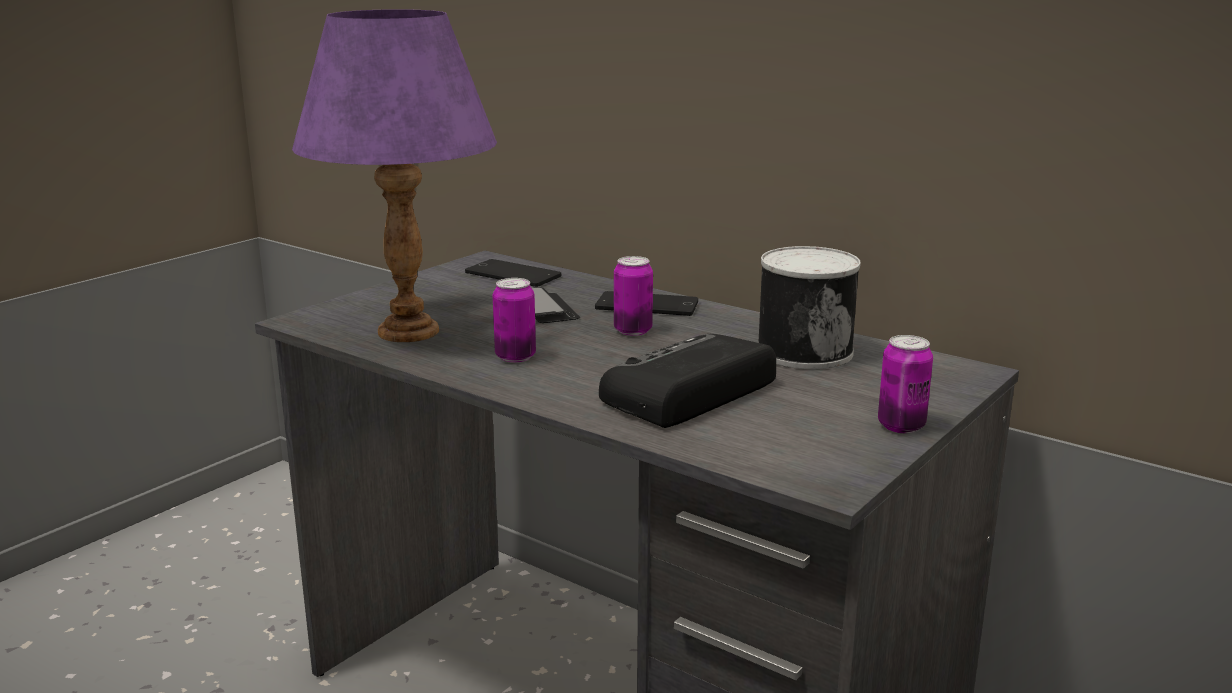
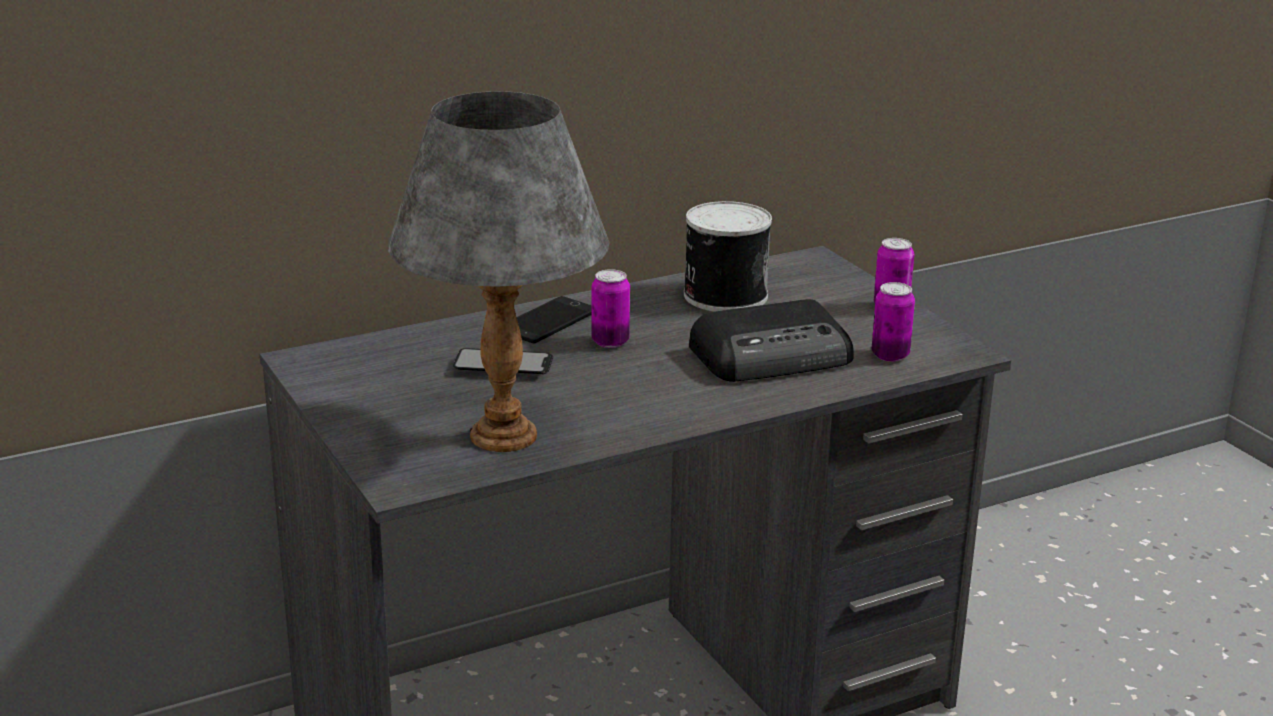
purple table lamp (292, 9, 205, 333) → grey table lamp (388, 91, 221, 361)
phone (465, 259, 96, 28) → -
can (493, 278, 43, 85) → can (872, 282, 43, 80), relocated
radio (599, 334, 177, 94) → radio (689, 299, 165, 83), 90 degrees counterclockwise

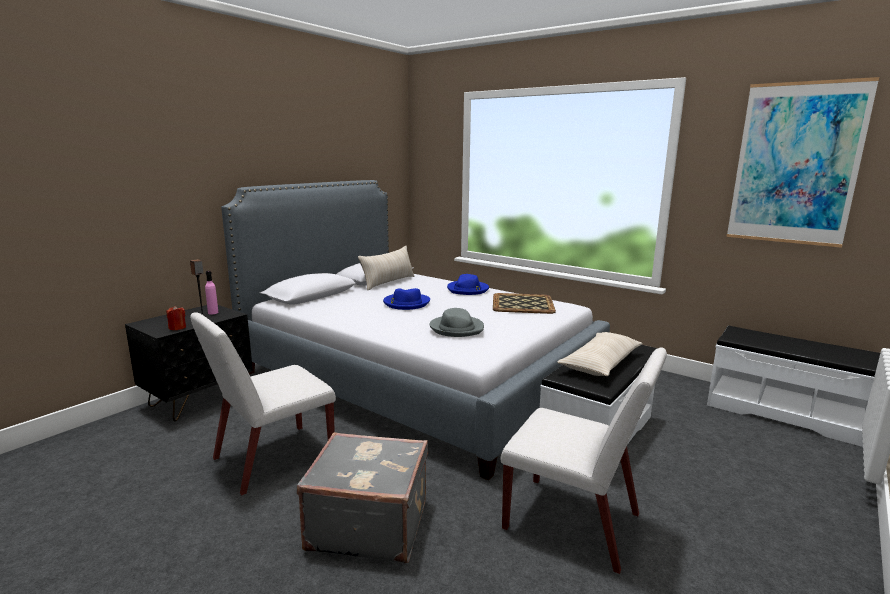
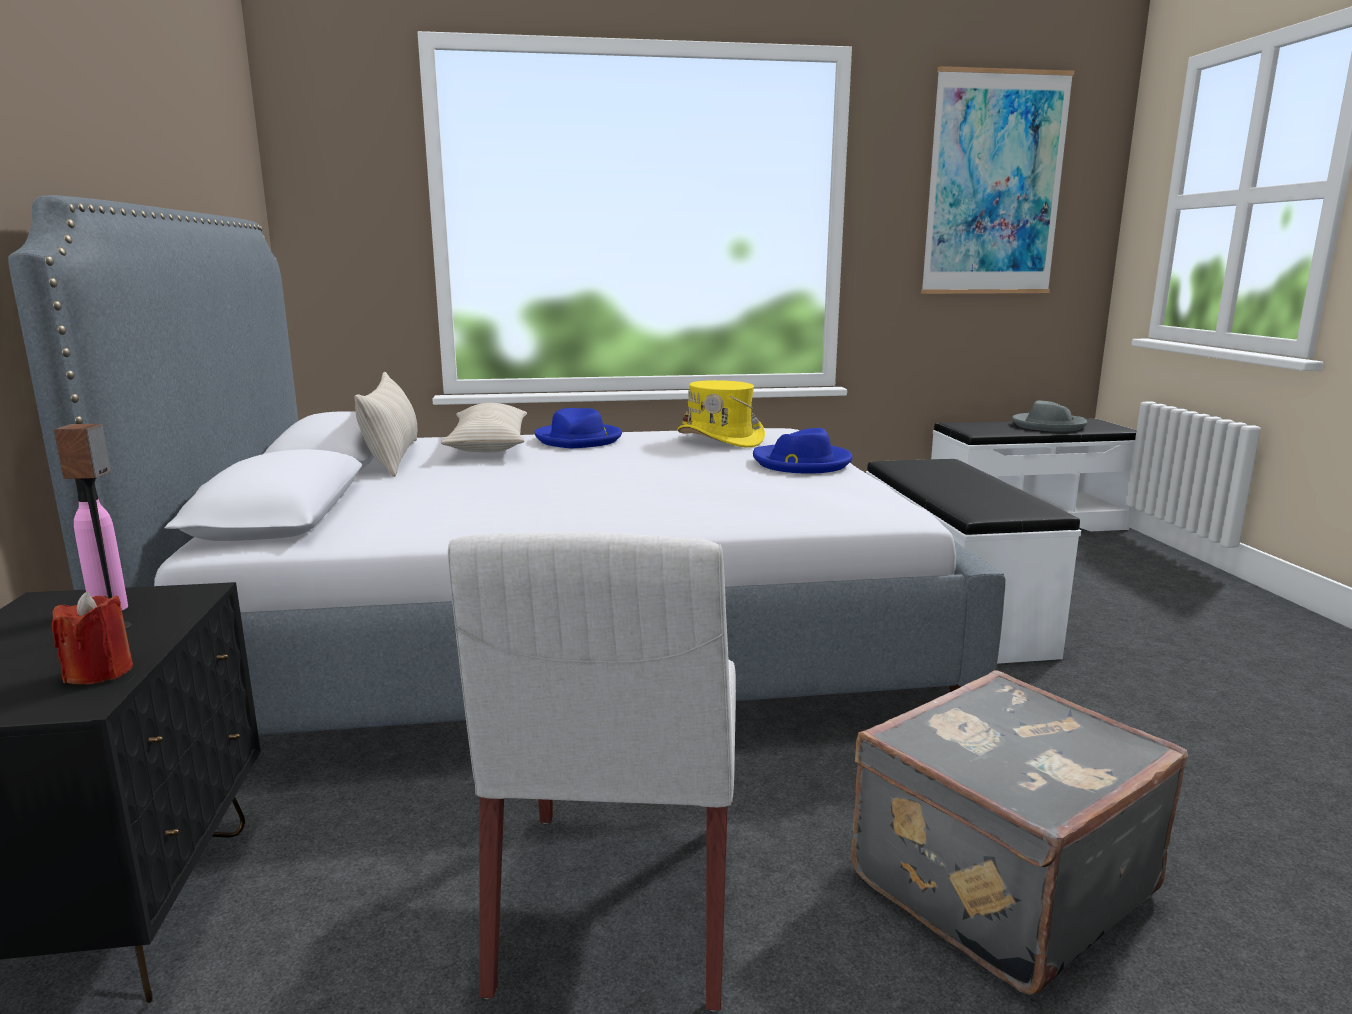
blue hat (383, 288, 47, 22) → blue hat (753, 428, 99, 46), relocated
grey hat (429, 308, 55, 29) → grey hat (1012, 400, 75, 32), relocated
tray (493, 293, 63, 21) → yellow hat (677, 380, 88, 67)
white chair (501, 348, 166, 226) → -
beige pillow (557, 332, 86, 44) → beige pillow (441, 403, 86, 50), relocated

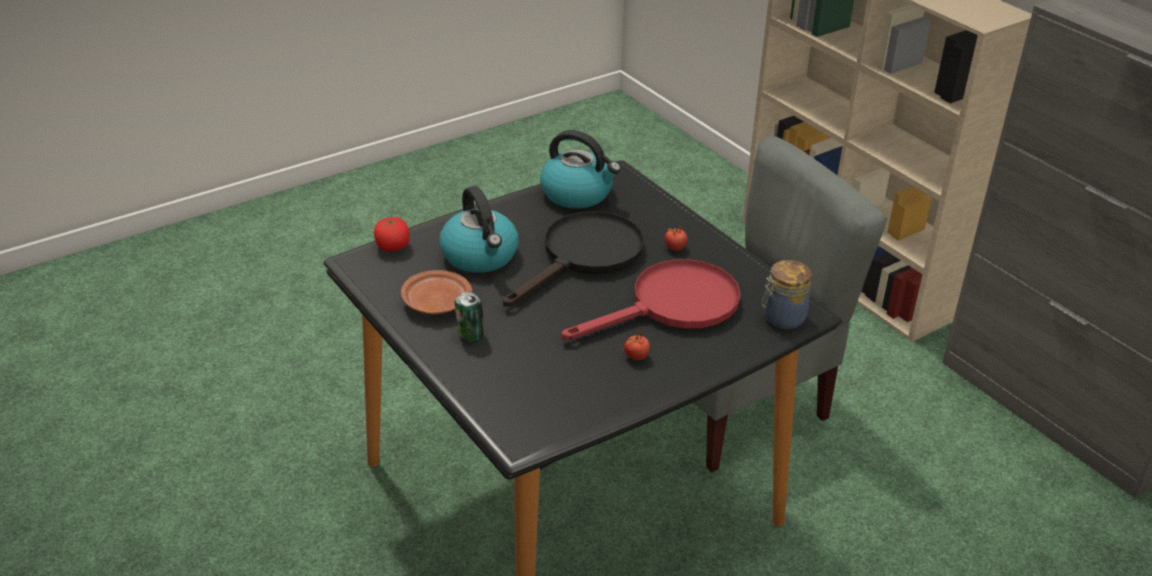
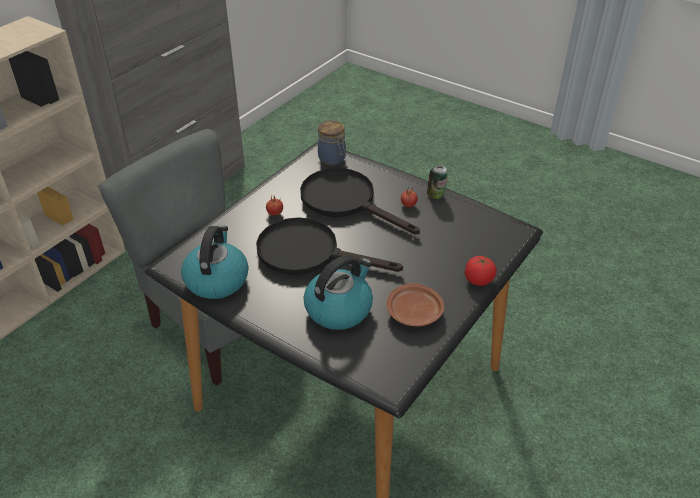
tomato (374, 217, 36, 34) → tomato (465, 256, 32, 30), relocated
can (455, 291, 28, 51) → can (427, 165, 21, 34), relocated
red frying pan (561, 259, 180, 81) → black frying pan (300, 168, 120, 66)

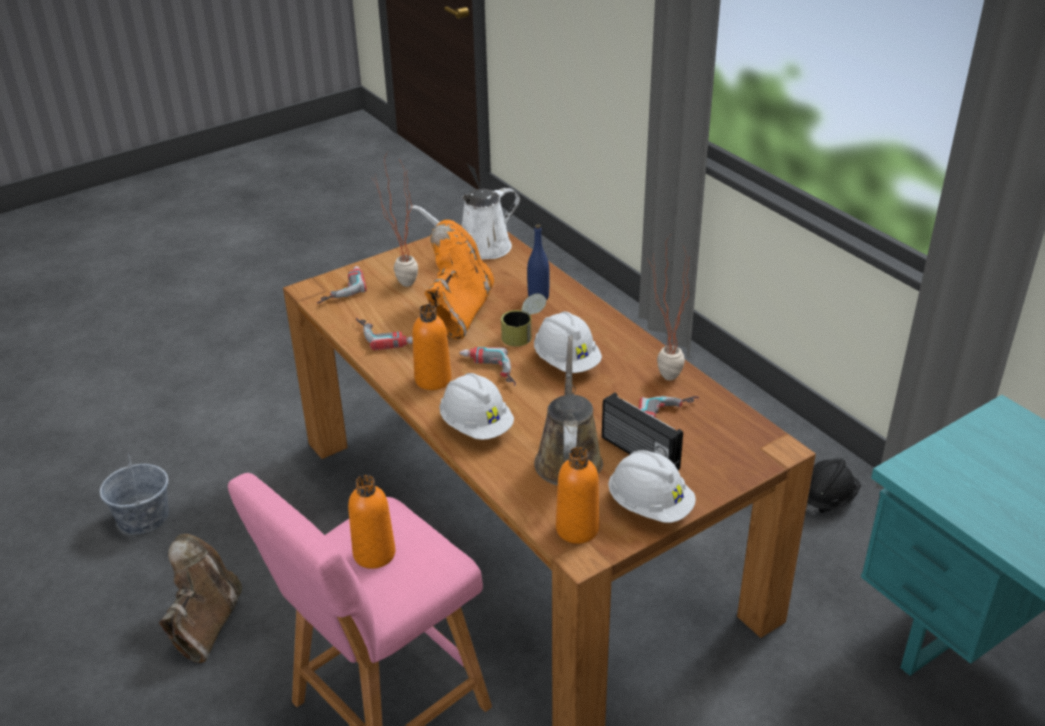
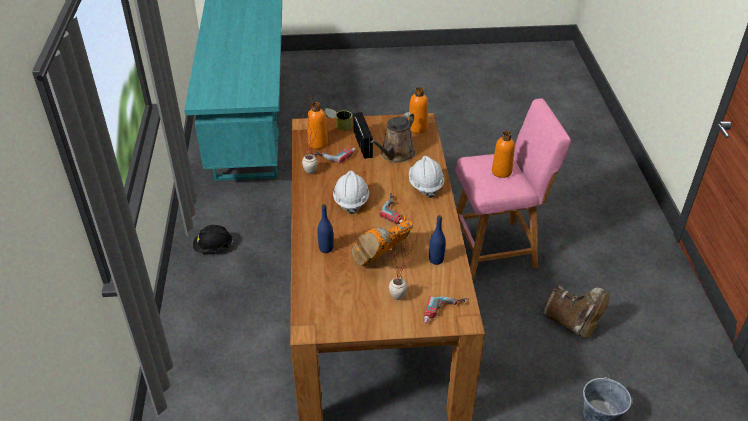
brown boot (159, 534, 83, 129) → brown boot (543, 285, 67, 54), 90 degrees counterclockwise
power drill (356, 318, 57, 32) → blue bottle (429, 215, 17, 50)
white watering can (410, 188, 110, 72) → -
orange bottle (412, 304, 40, 86) → orange bottle (307, 102, 21, 47), relocated
can (501, 293, 45, 54) → can (324, 108, 29, 23), relocated
white hard hat (608, 450, 88, 73) → -

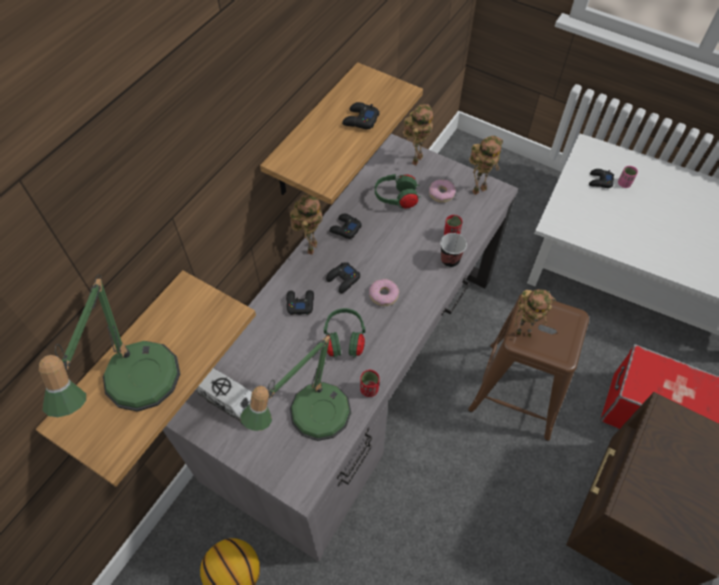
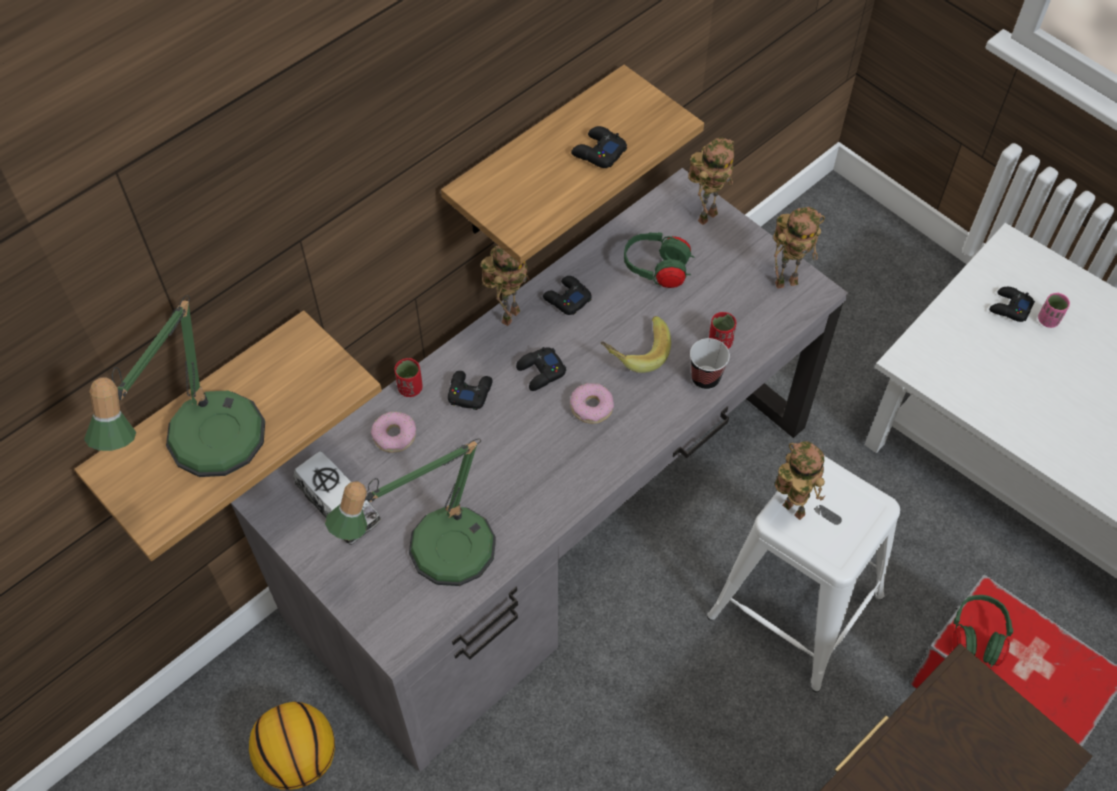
green headphones (324, 308, 41, 50) → green headphones (952, 595, 61, 73), relocated
red cup (360, 369, 20, 28) → red cup (394, 358, 29, 39), relocated
donut (429, 180, 27, 23) → donut (371, 412, 45, 41), relocated
brown stool (468, 294, 121, 147) → white stool (707, 456, 193, 237)
toy robot (514, 290, 42, 47) → toy robot (775, 441, 50, 79), 150 degrees counterclockwise
- → banana (601, 316, 70, 57)

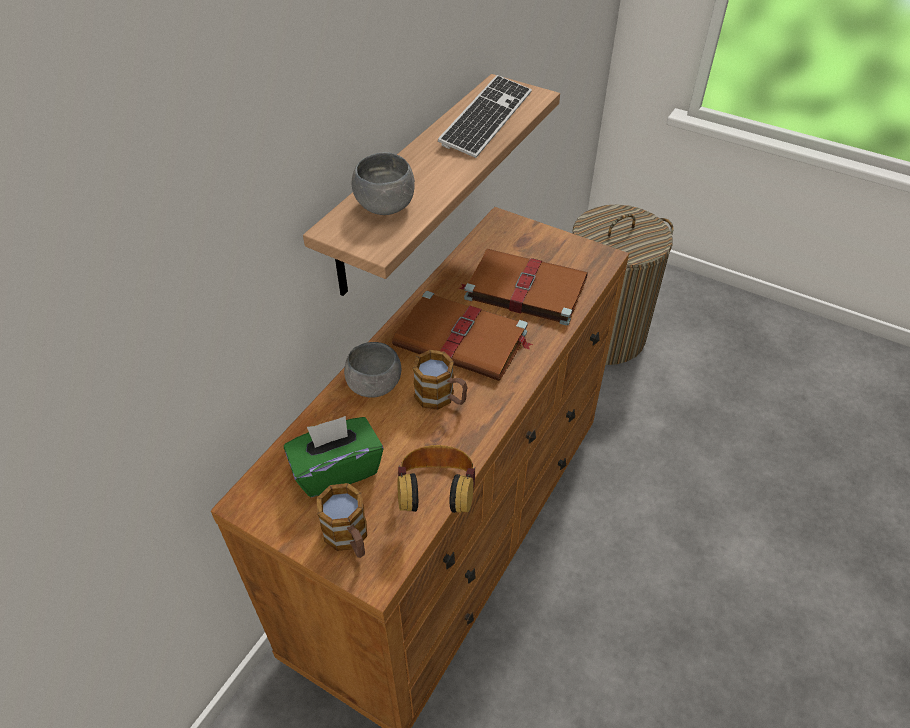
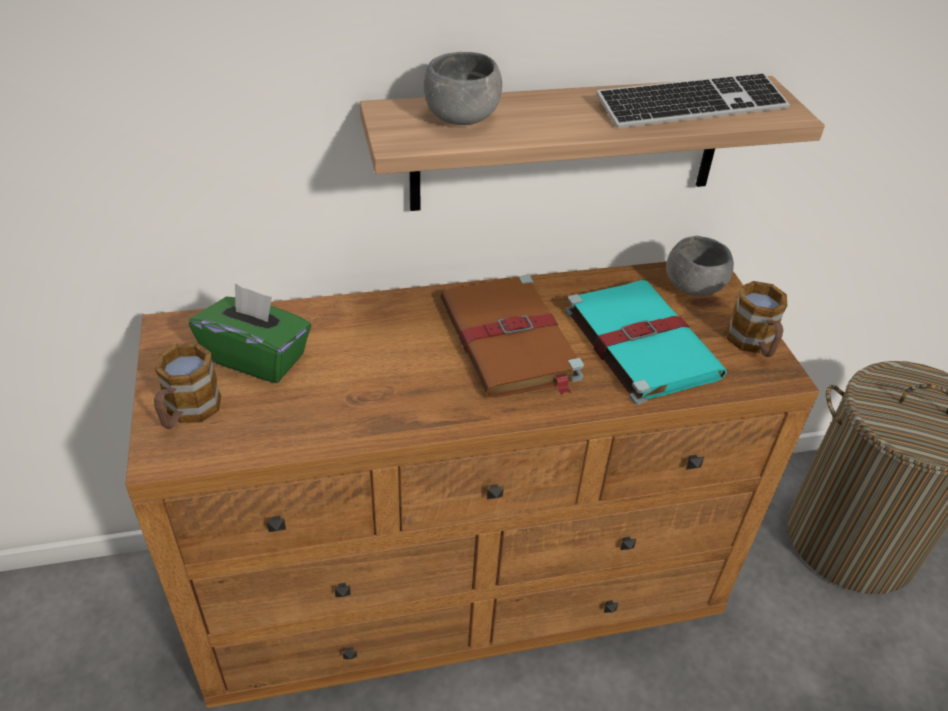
grey bowl (344, 342, 57, 56) → grey bowl (666, 236, 68, 60), relocated
headphones (397, 445, 78, 68) → -
mug (413, 350, 55, 60) → mug (727, 281, 60, 76), relocated
brown book (459, 249, 129, 77) → turquoise book (565, 280, 162, 125)

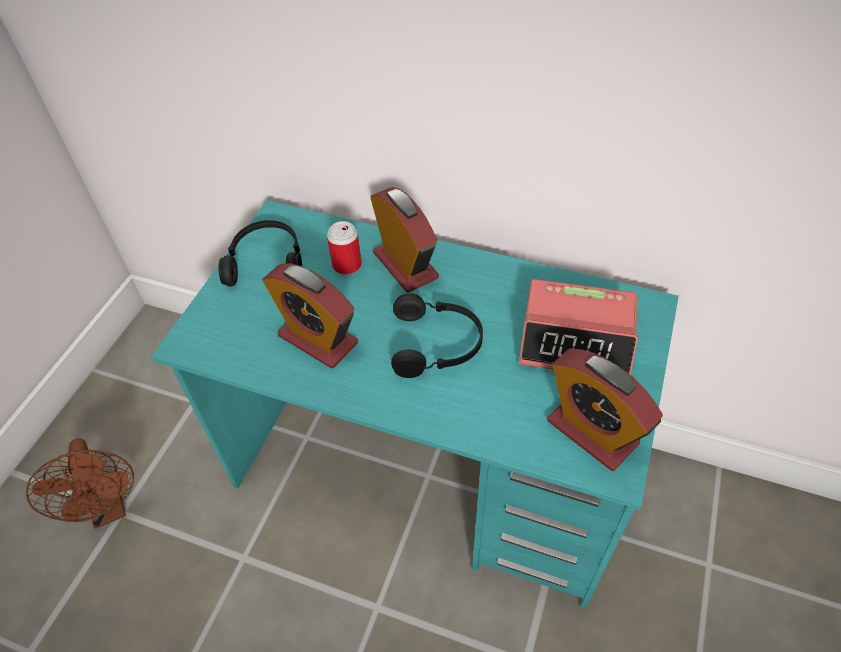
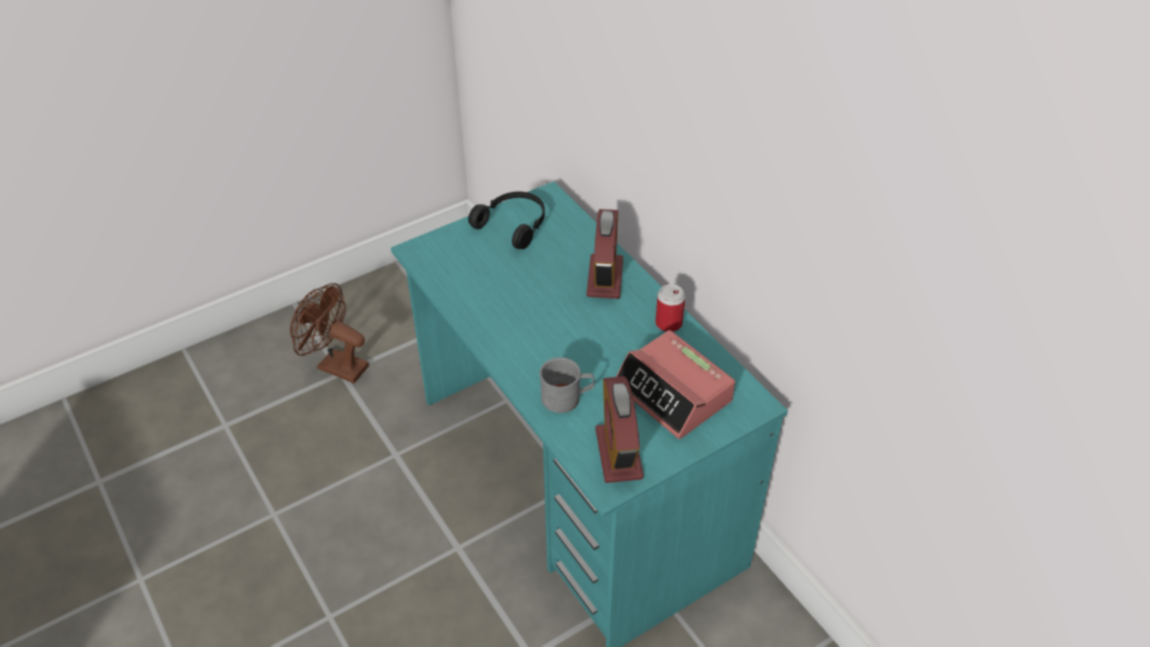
brown fan (26, 438, 108, 91) → brown fan (290, 283, 79, 100), 105 degrees clockwise
alarm clock (263, 263, 95, 105) → -
can (327, 221, 35, 54) → can (655, 284, 30, 48), relocated
black headphones (391, 293, 92, 85) → -
- → grey mug (540, 357, 55, 56)

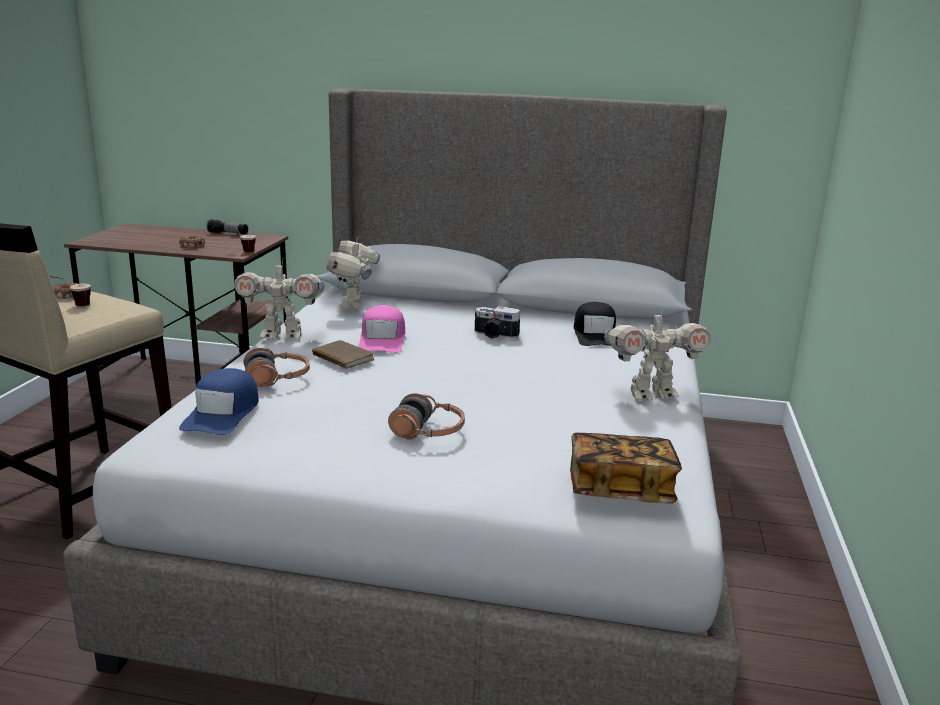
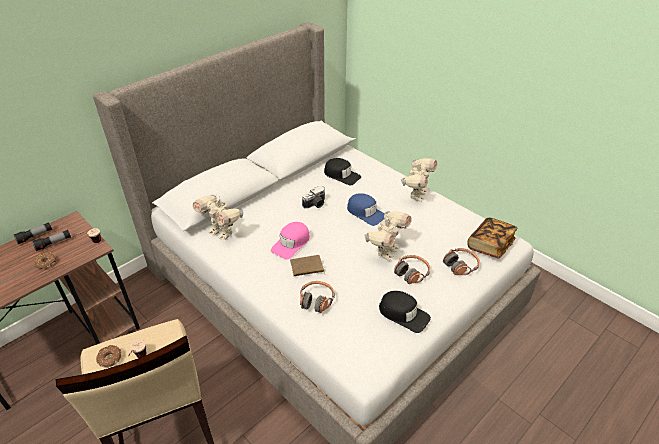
blue cap (179, 368, 80, 67) → blue cap (347, 193, 37, 33), relocated
toy robot (234, 258, 91, 81) → toy robot (364, 211, 48, 49), relocated
pink cap (358, 305, 47, 48) → pink cap (271, 222, 39, 37), 90 degrees clockwise
- → flashlight (32, 230, 39, 21)
- → black cap (379, 291, 52, 42)
- → headphones (443, 248, 37, 27)

